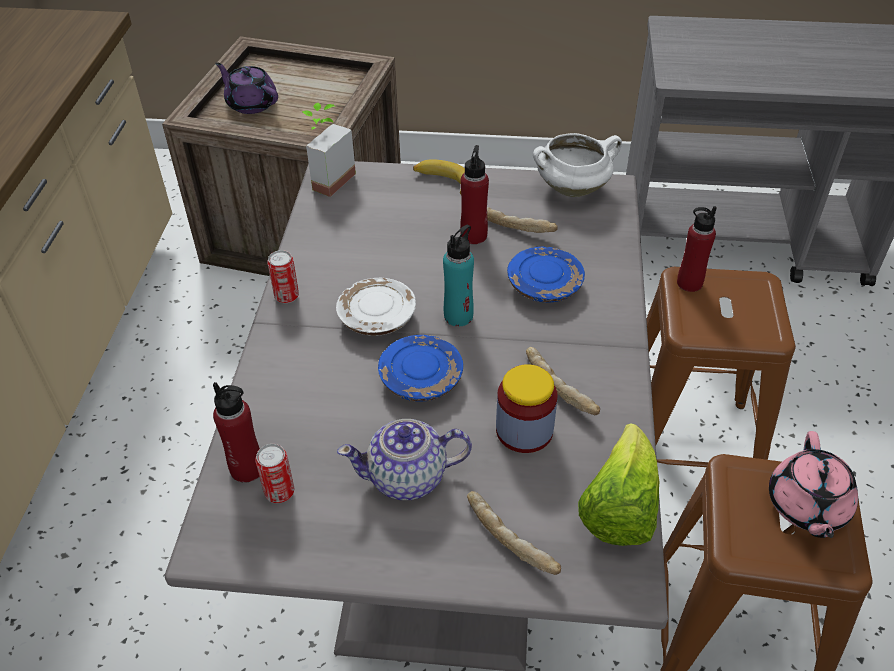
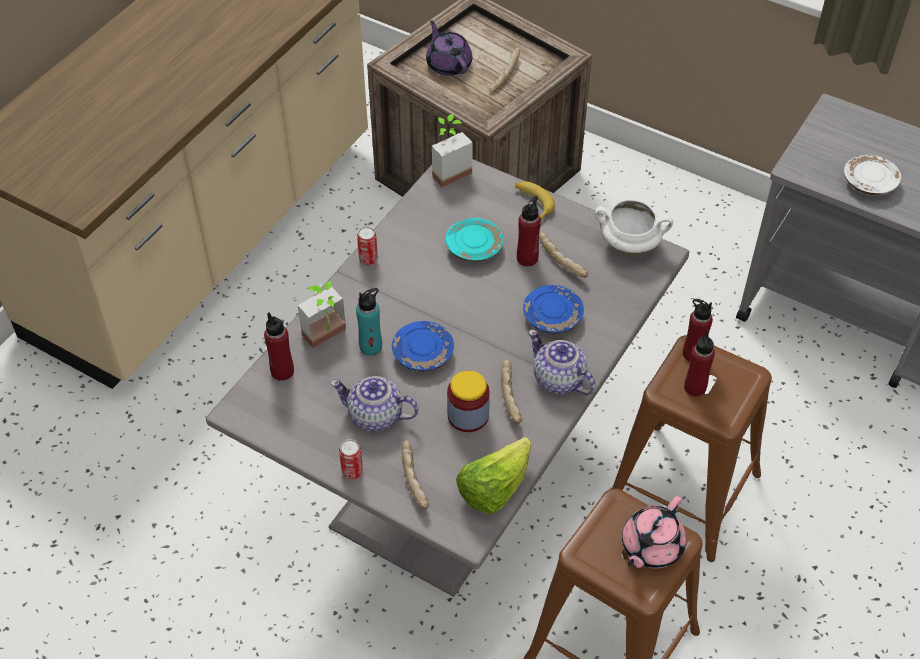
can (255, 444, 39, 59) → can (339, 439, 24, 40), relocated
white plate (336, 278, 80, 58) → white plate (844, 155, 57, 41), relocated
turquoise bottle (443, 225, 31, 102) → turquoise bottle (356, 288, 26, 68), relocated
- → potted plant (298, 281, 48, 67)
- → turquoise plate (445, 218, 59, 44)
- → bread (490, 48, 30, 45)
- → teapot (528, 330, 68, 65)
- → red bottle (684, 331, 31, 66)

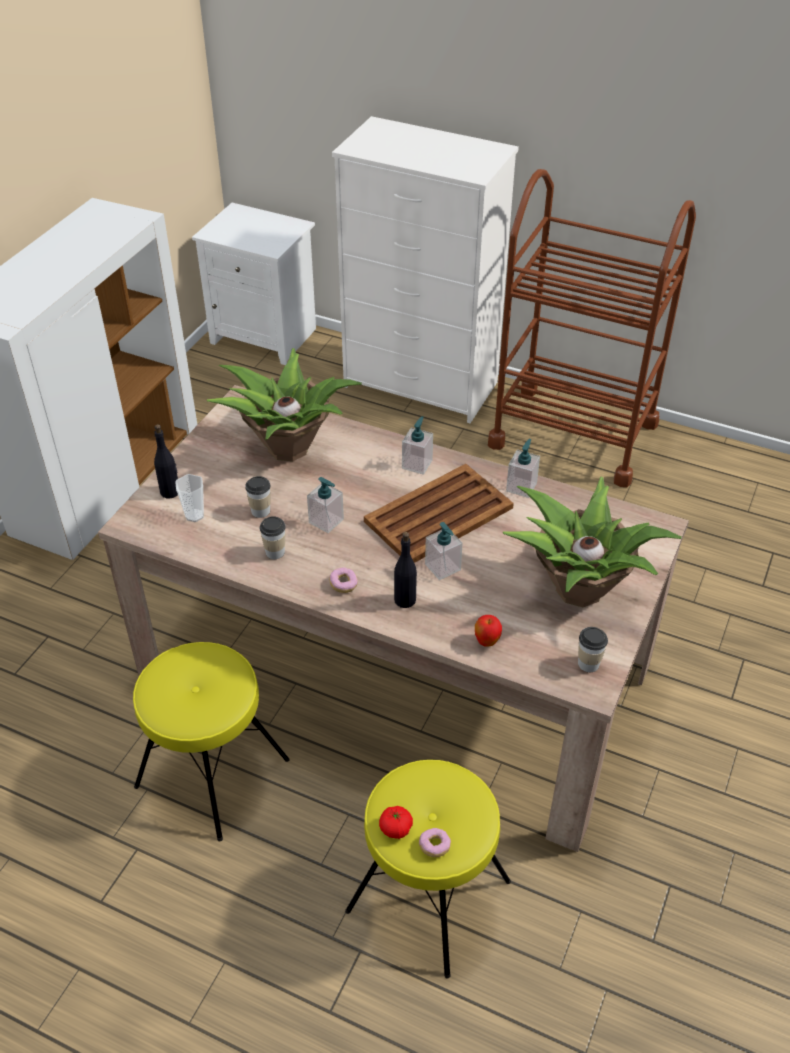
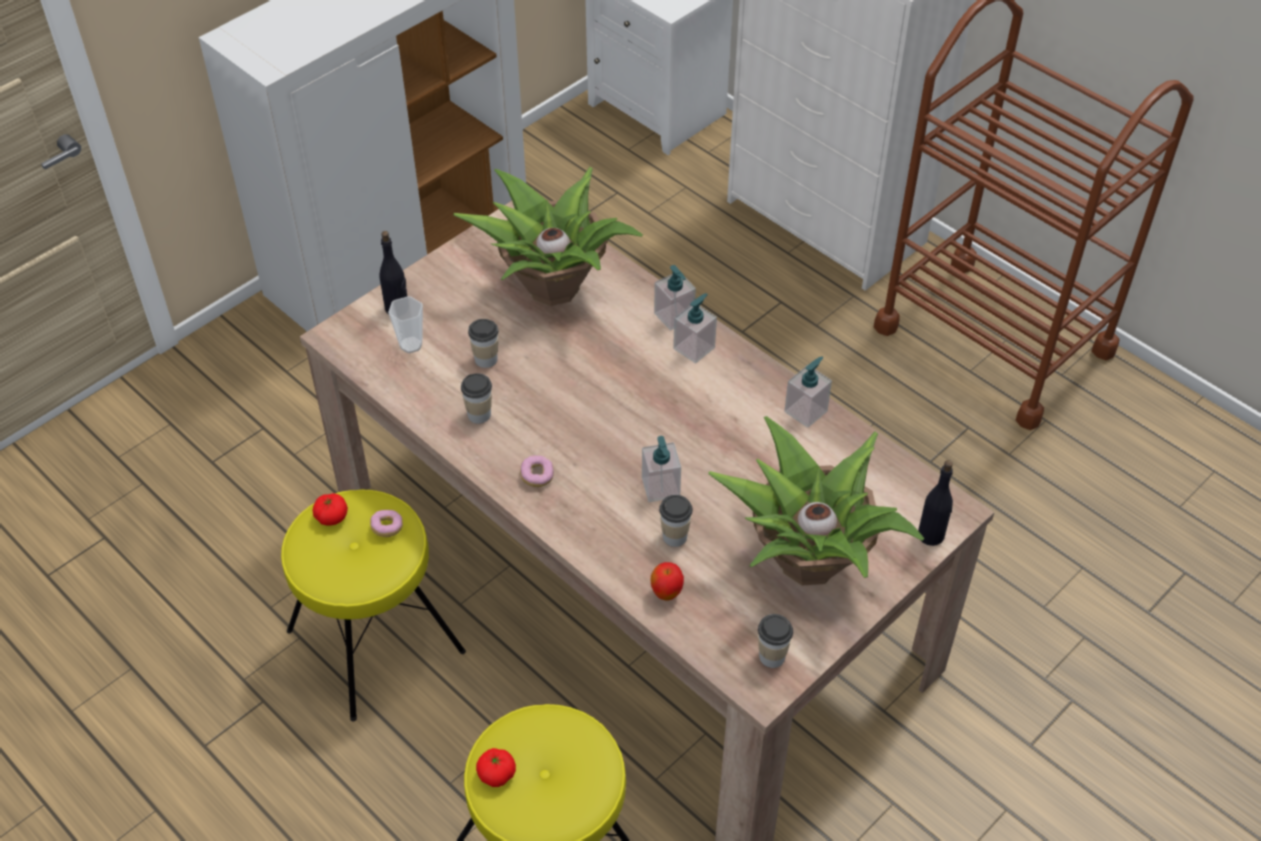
soap dispenser (307, 477, 37, 56) → soap dispenser (654, 265, 42, 66), relocated
brown tray (364, 464, 150, 99) → -
black bottle (394, 532, 23, 76) → black bottle (918, 460, 35, 86), relocated
donut (419, 828, 32, 29) → donut (370, 510, 33, 27), relocated
- → tomato (313, 493, 35, 33)
- → cup (659, 494, 34, 53)

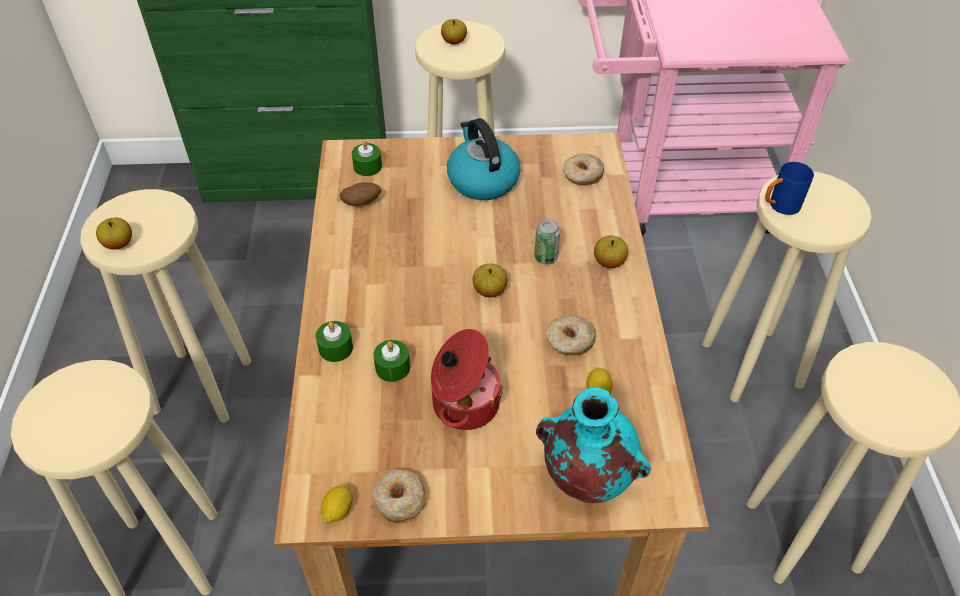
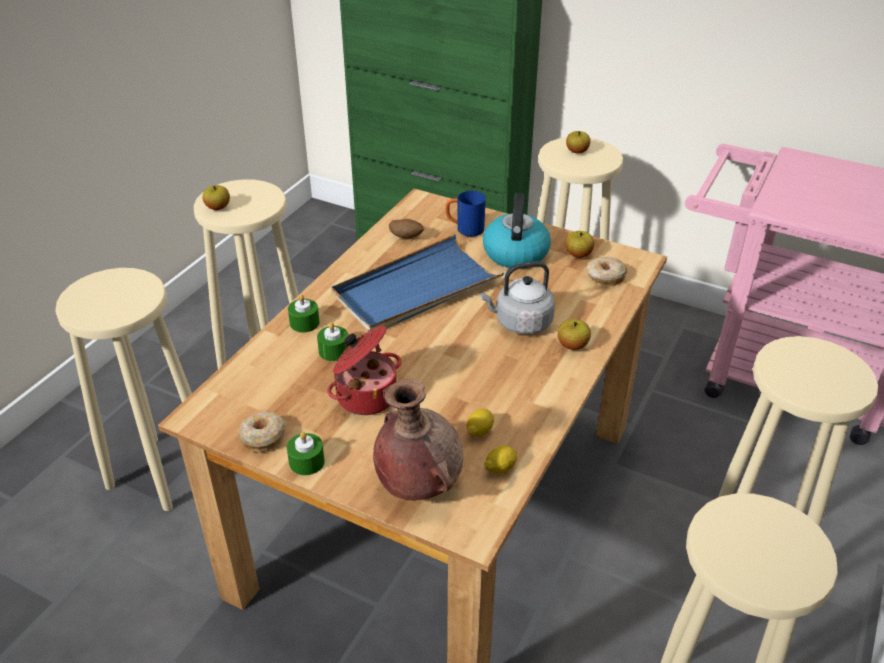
lemon (321, 484, 32, 39) → lemon (484, 445, 33, 29), relocated
green candle (352, 140, 30, 36) → green candle (287, 432, 38, 43), relocated
apple (473, 264, 35, 33) → apple (565, 231, 30, 27), relocated
can (535, 219, 25, 45) → grey kettle (480, 261, 75, 73)
turquoise vase (536, 387, 115, 116) → brown vase (373, 379, 90, 121)
donut (546, 315, 50, 40) → -
blue mug (765, 162, 49, 53) → blue mug (446, 191, 40, 46), relocated
- → blue tray (331, 234, 173, 97)

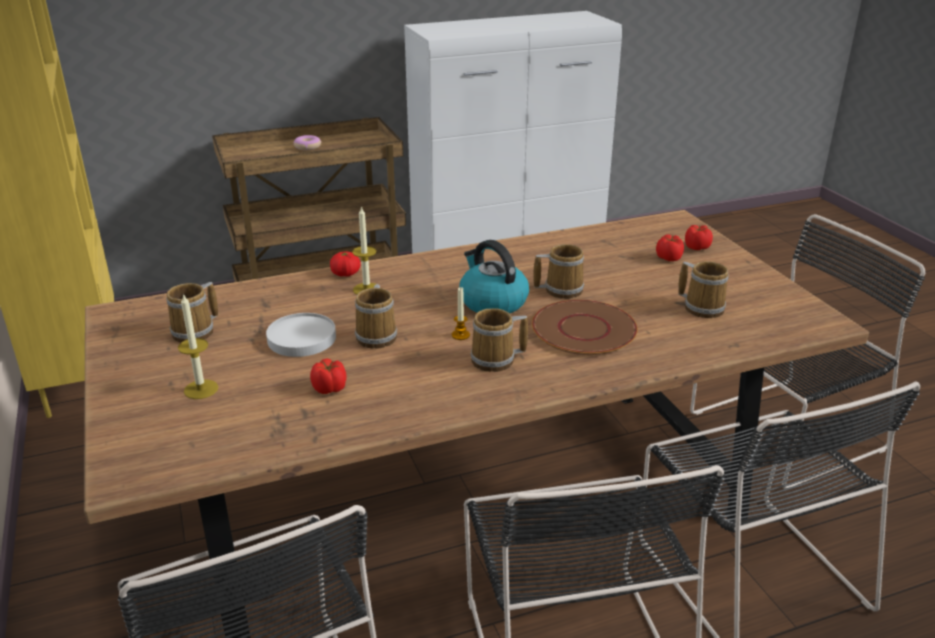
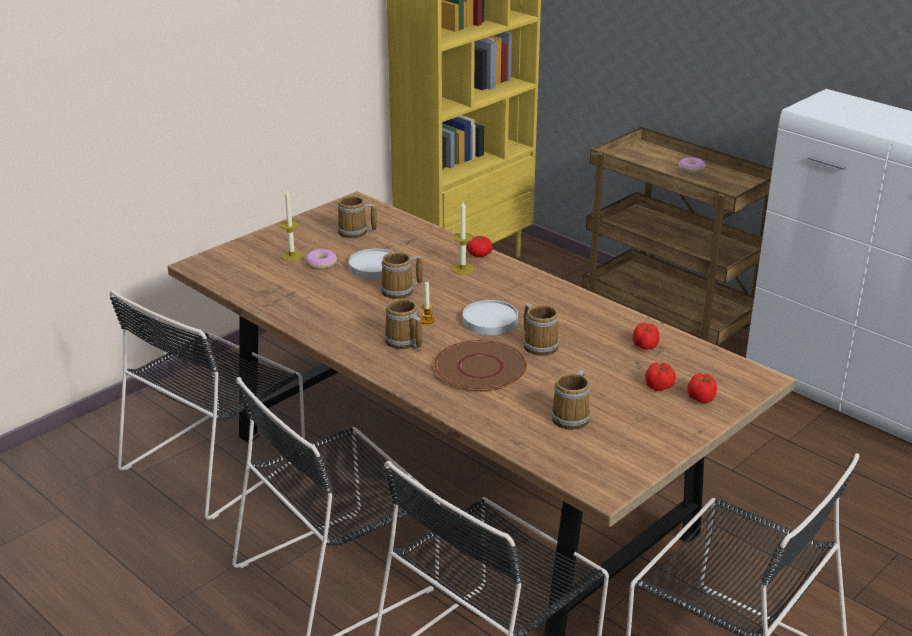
tomato (310, 359, 36, 35) → tomato (633, 323, 27, 27), relocated
kettle (459, 240, 70, 74) → white plate (463, 300, 55, 35)
- → donut (305, 249, 32, 21)

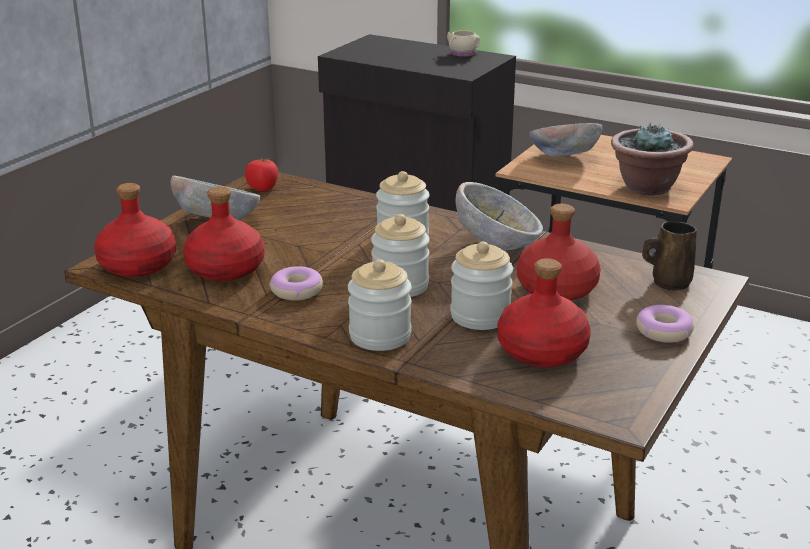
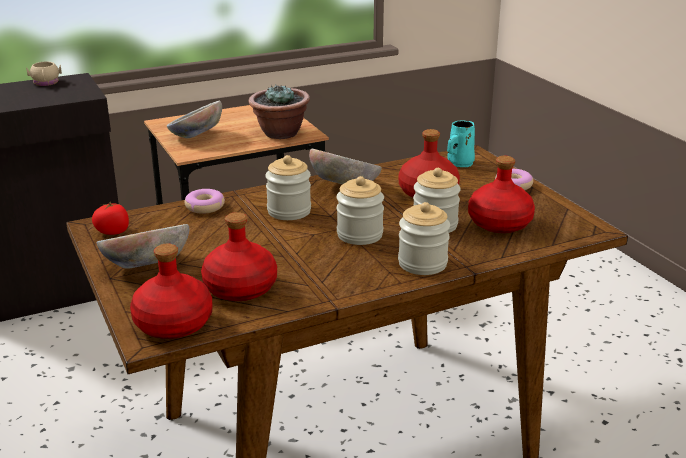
donut (269, 266, 54, 35) → donut (185, 189, 40, 25), relocated
brown mug (642, 221, 55, 70) → turquoise mug (447, 120, 28, 47)

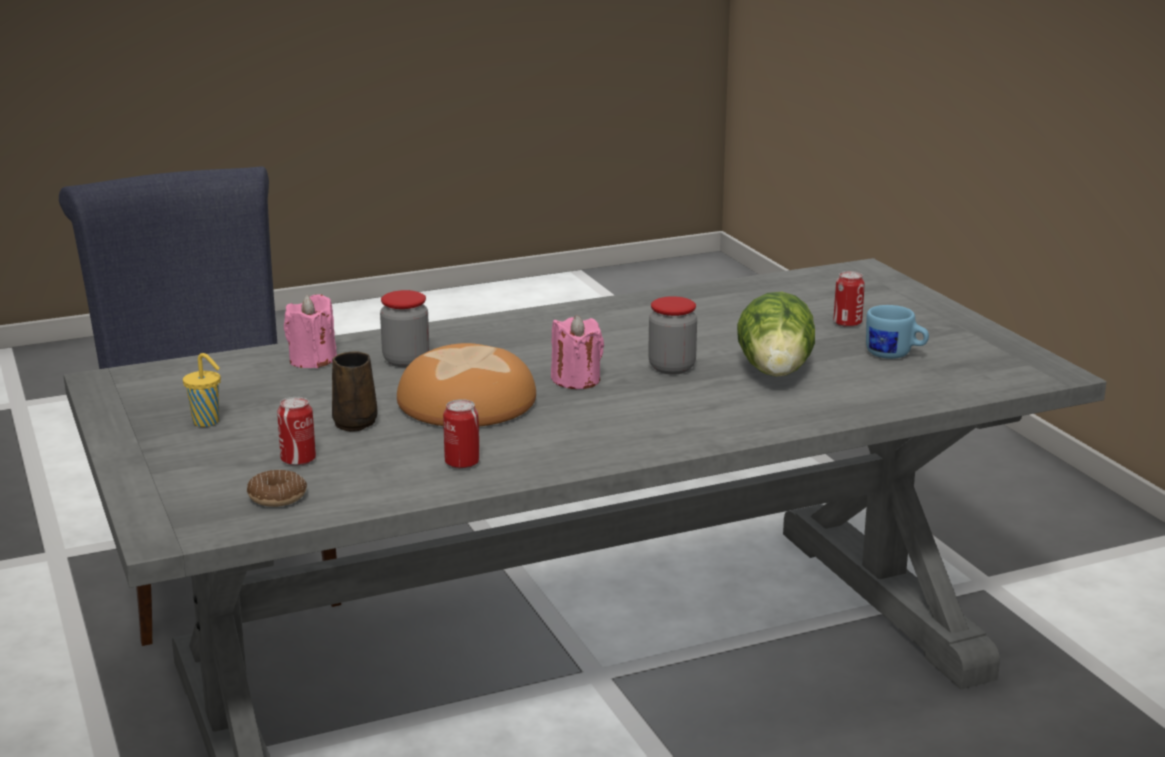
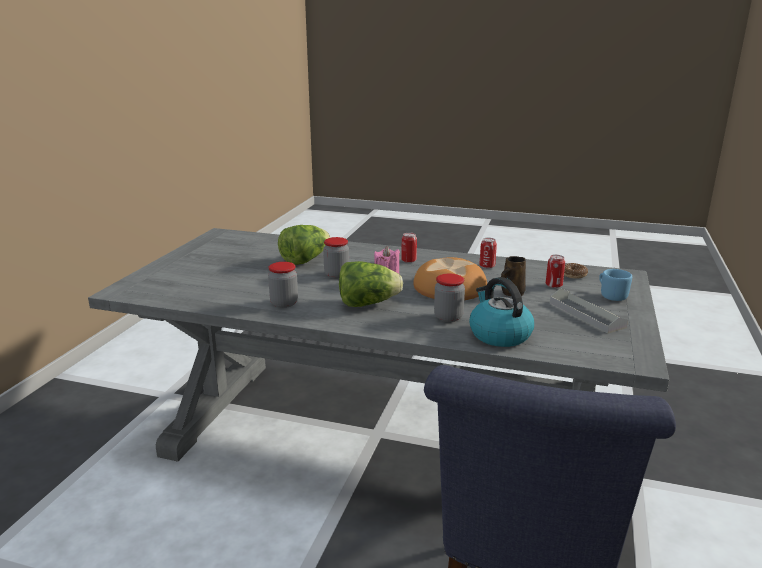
yellow cup (183, 353, 38, 74) → grey tray (550, 288, 78, 45)
pink candle (284, 294, 53, 74) → kettle (469, 277, 65, 70)
can (833, 271, 32, 56) → can (401, 233, 16, 30), relocated
blue mug (866, 305, 63, 54) → blue mug (599, 269, 33, 32), relocated
- → jar (268, 262, 30, 46)
- → lettuce (339, 261, 64, 46)

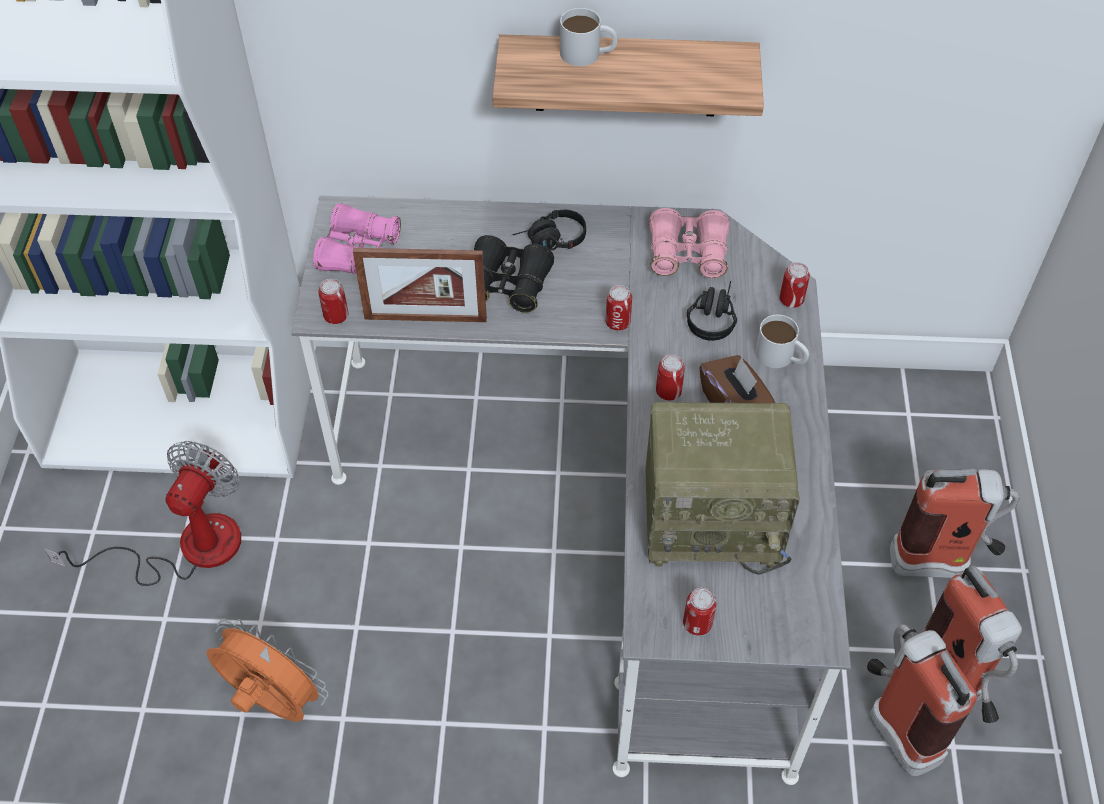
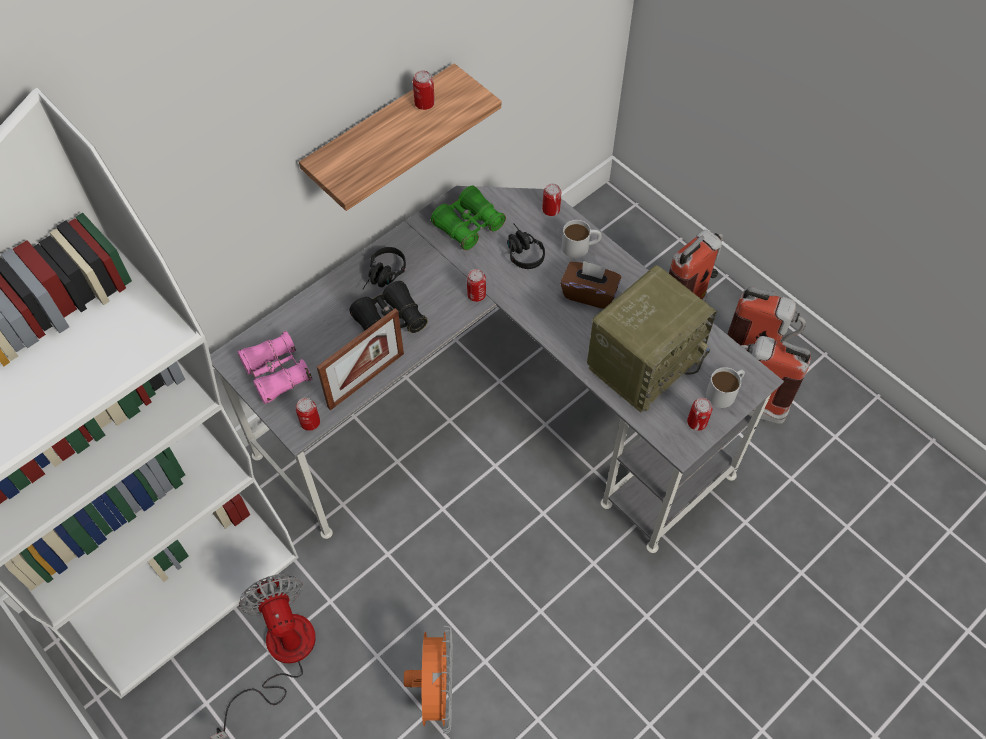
orange fan (207, 619, 122, 103) → orange fan (404, 625, 49, 108), 105 degrees clockwise
white mug (560, 8, 58, 58) → white mug (706, 367, 39, 41), relocated
pink binoculars (649, 208, 81, 70) → green binoculars (431, 186, 75, 64)
can (656, 354, 29, 46) → can (413, 70, 22, 40), relocated

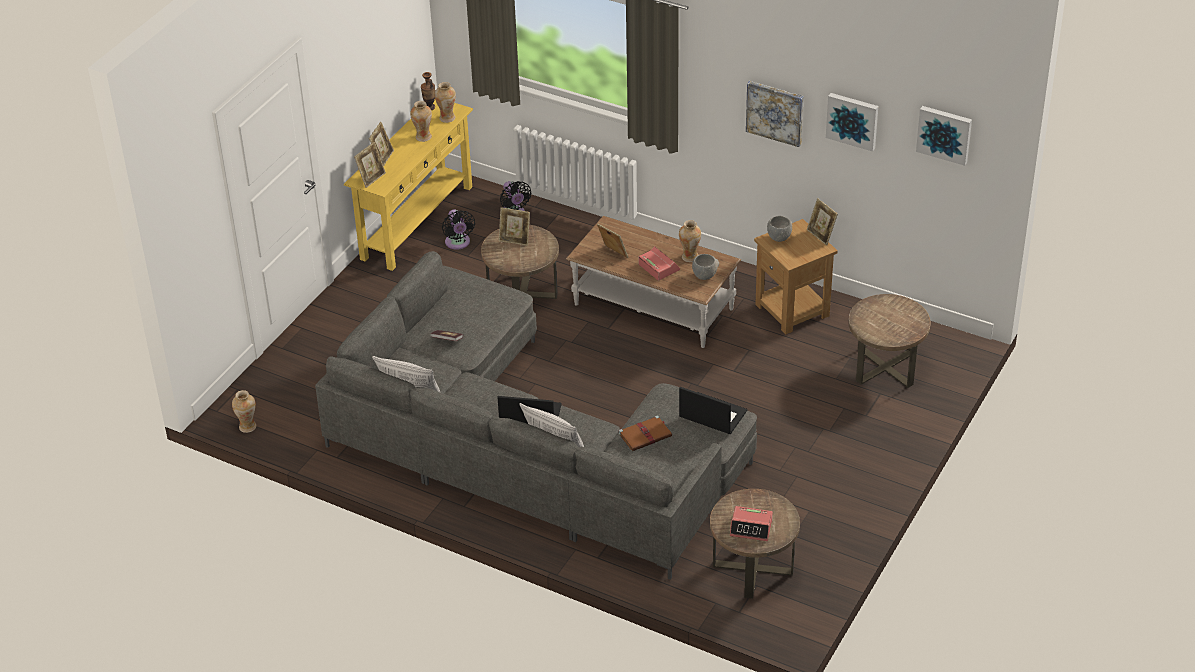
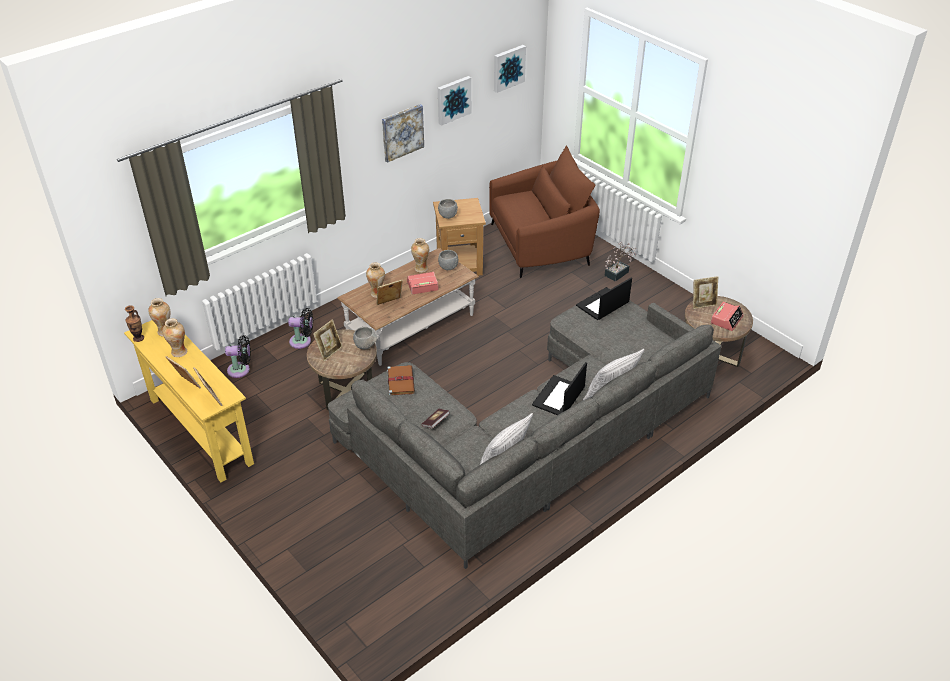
vase (232, 390, 24, 43) → vase (366, 262, 19, 36), relocated
black fan (442, 209, 33, 41) → black fan (288, 308, 25, 41), relocated
brown book (619, 415, 53, 36) → brown book (387, 365, 28, 31), relocated
picture frame (807, 198, 31, 47) → picture frame (693, 276, 25, 33), relocated
brown side table (848, 294, 83, 94) → brown armchair (489, 145, 111, 133)
- → grey bowl (353, 327, 25, 22)
- → potted plant (604, 242, 33, 40)

